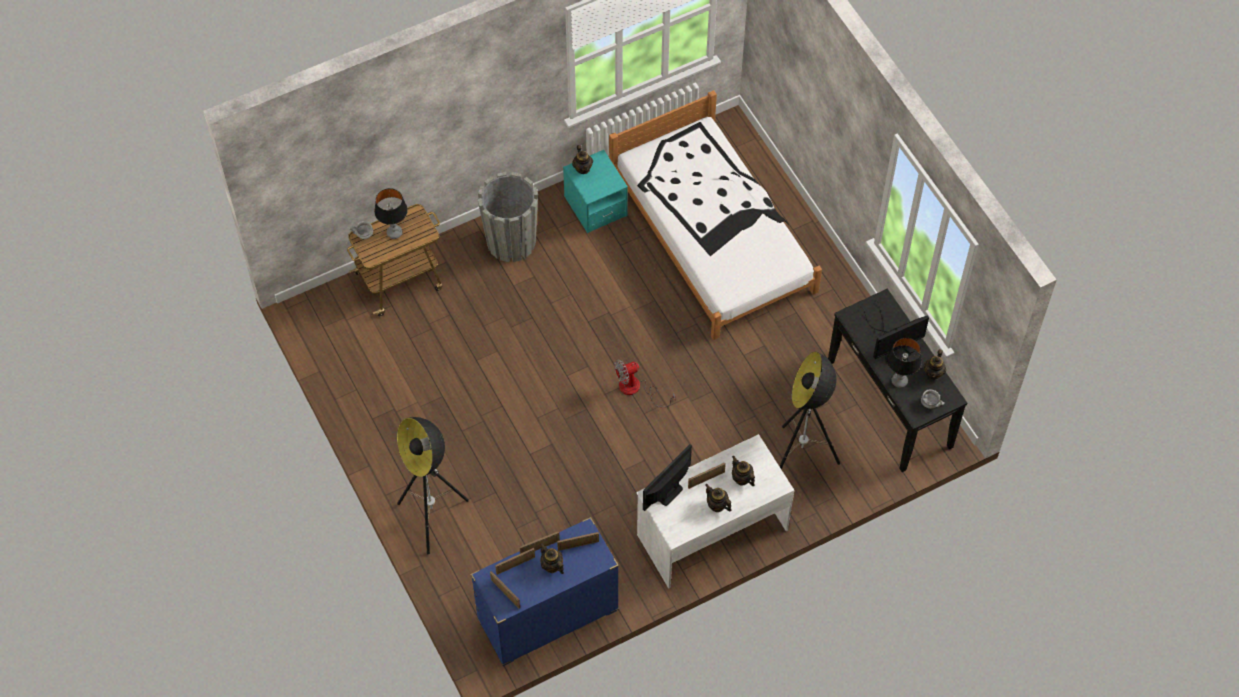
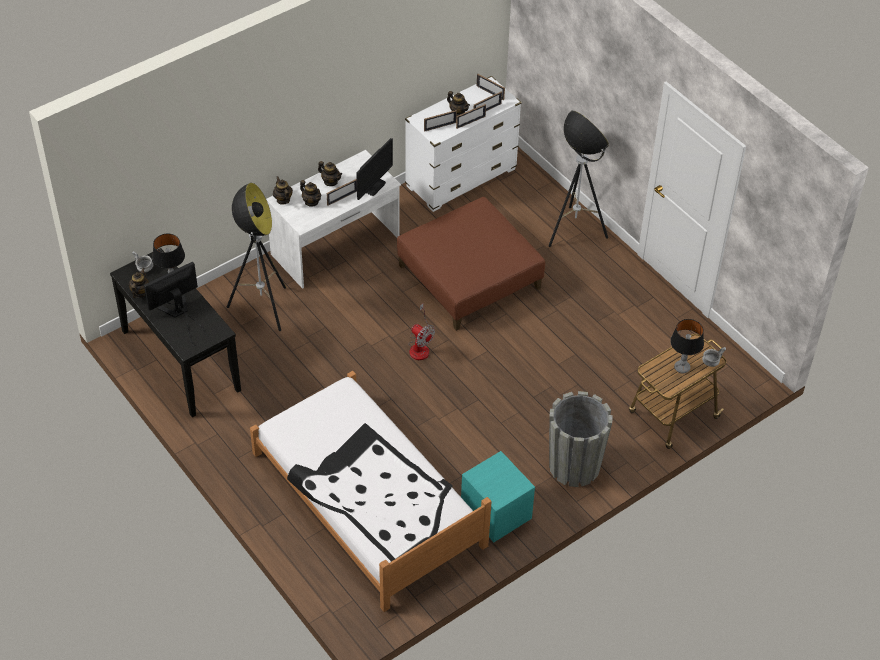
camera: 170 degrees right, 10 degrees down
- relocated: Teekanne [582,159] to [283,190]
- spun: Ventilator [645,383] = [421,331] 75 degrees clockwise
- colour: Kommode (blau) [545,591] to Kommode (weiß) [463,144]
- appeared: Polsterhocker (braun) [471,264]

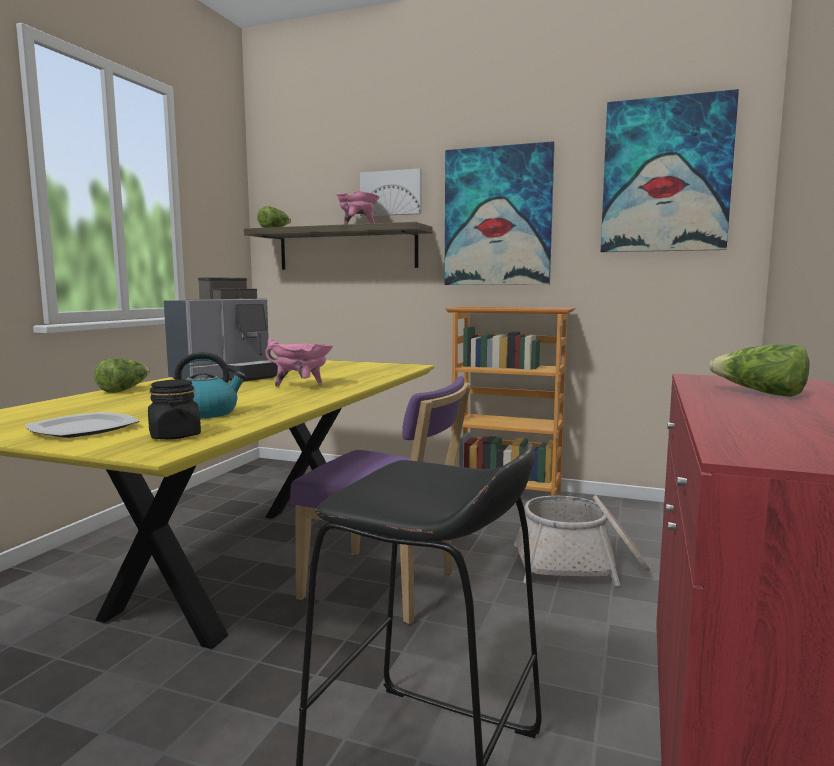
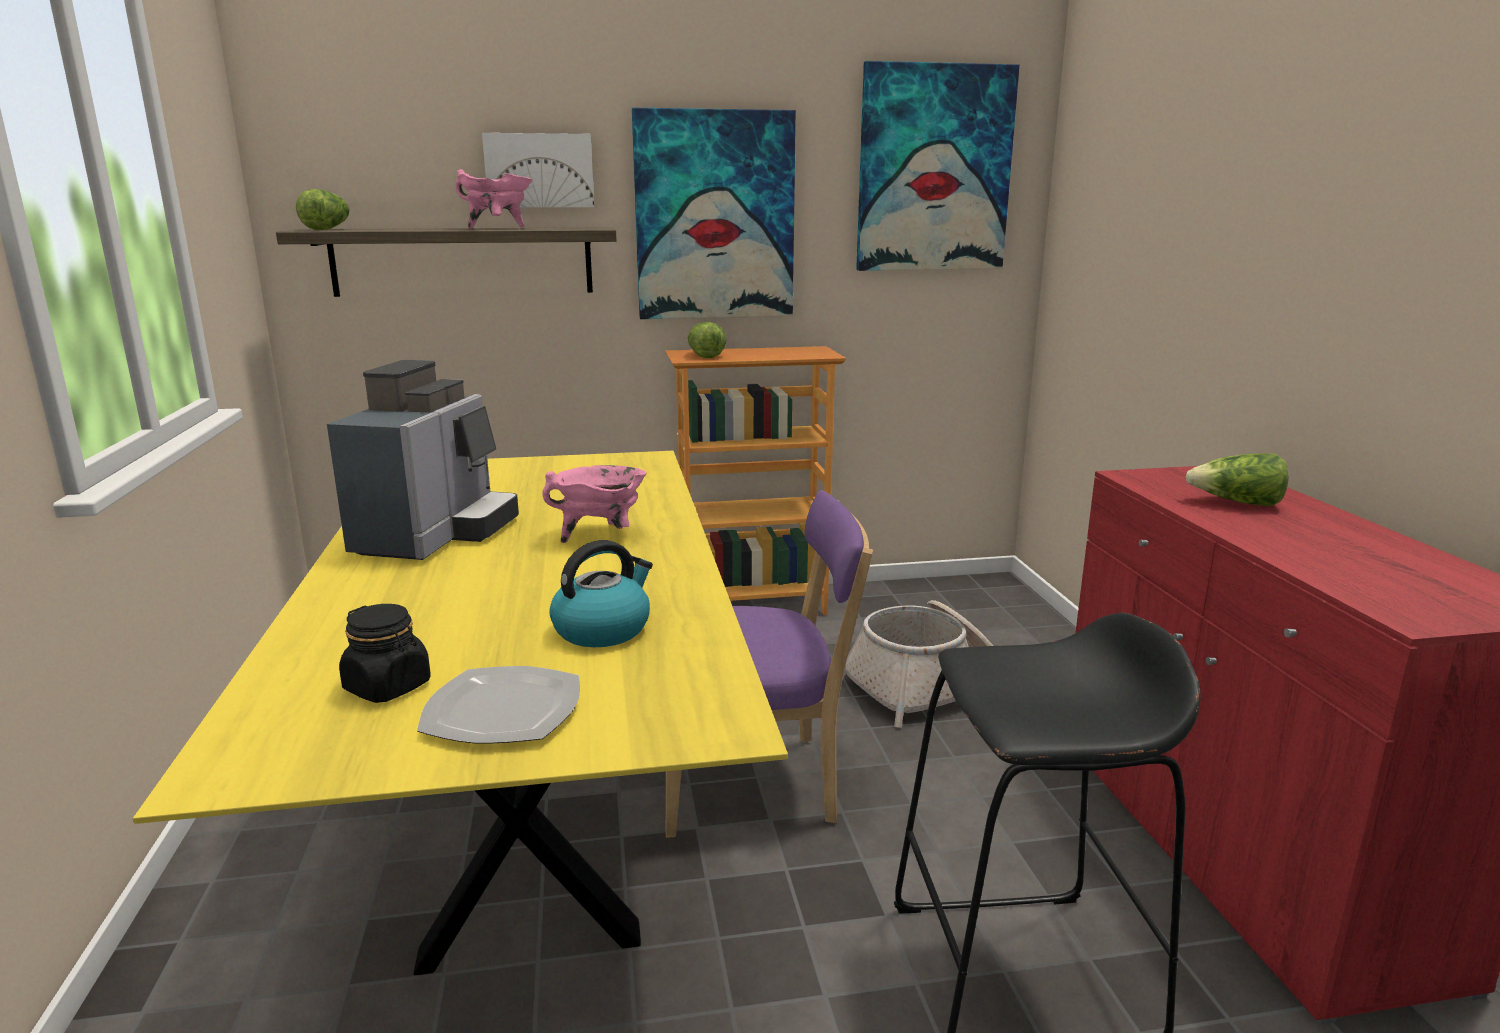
camera: 30 degrees left, 10 degrees up
- relocated: Salatkopf [122,375] to [707,340]
- relocated: Vorratsglas (schwarz) [174,409] to [385,653]

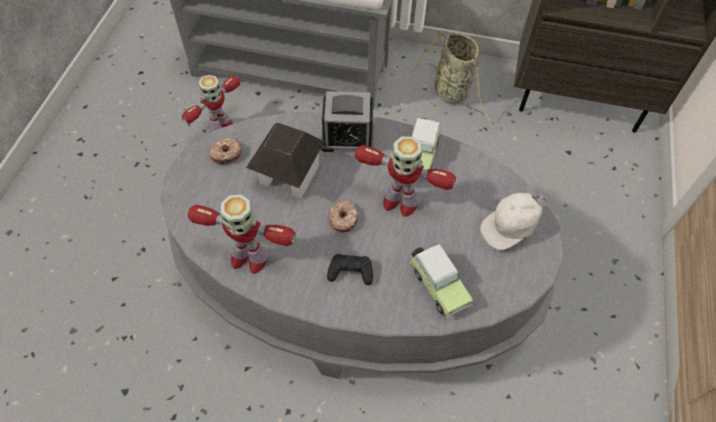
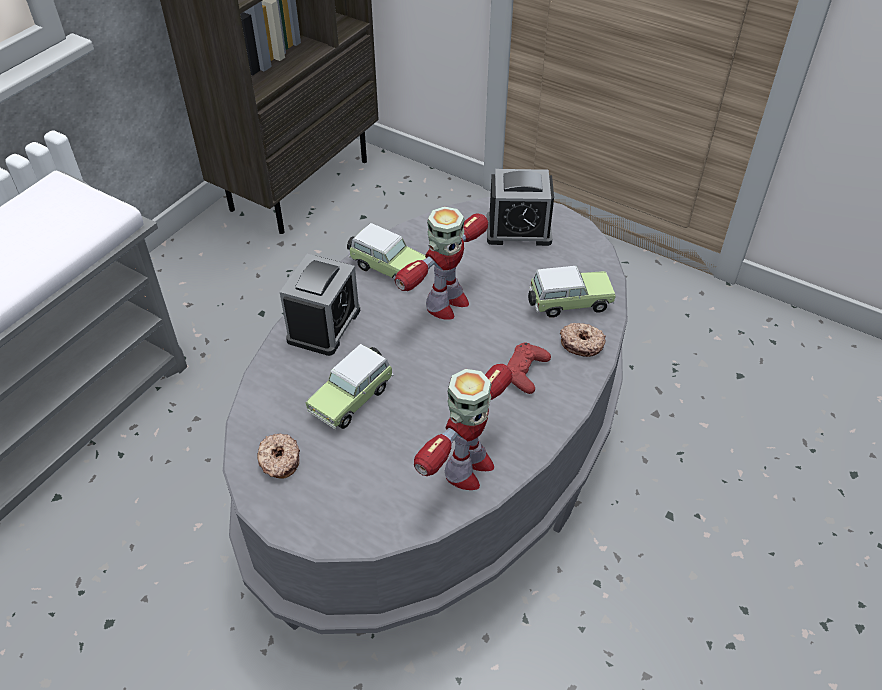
camera: 70 degrees left, 10 degrees down
- missing: Korb [453,78]
- missing: Spielzeugroboter [211,103]
- exchanged: Spielzeughaus [285,160] to Spielzeugauto [350,387]
- exchanged: Kappe (weiß) [513,220] to Wecker [520,207]
- relocated: Donut [343,215] to [583,340]
- colour: Gamepad (schwarz) [350,269] to Gamepad (rot) [529,368]

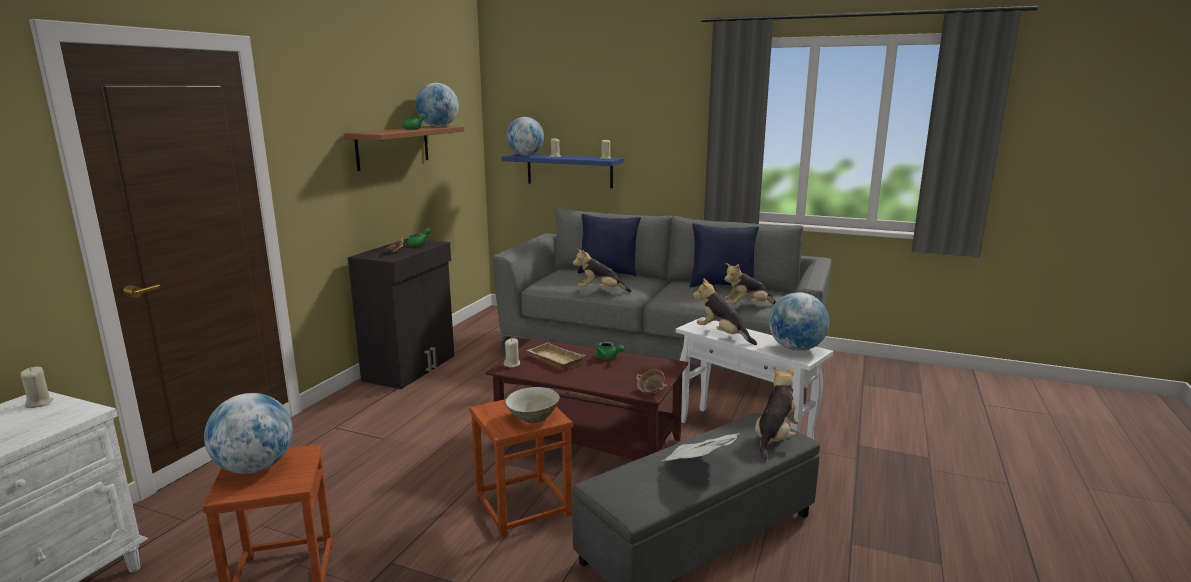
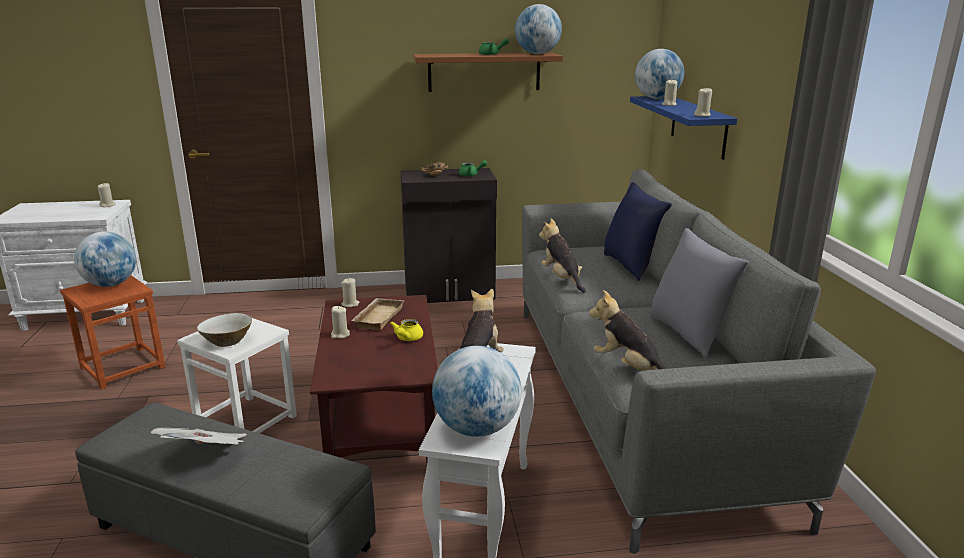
camera: 60 degrees right, 5 degrees up
- colour: Kissen (blau) [724,255] to Kissen (grau) [699,293]
- colour: Teekanne (grün) [609,350] to Teekanne (gelb) [406,330]
- missing: Plüschtier [777,414]
- missing: Schüssel [651,381]
- colour: Hocker (braun) [521,468] to Hocker (weiß) [237,375]
- appeared: Kerze (beige) [340,322]

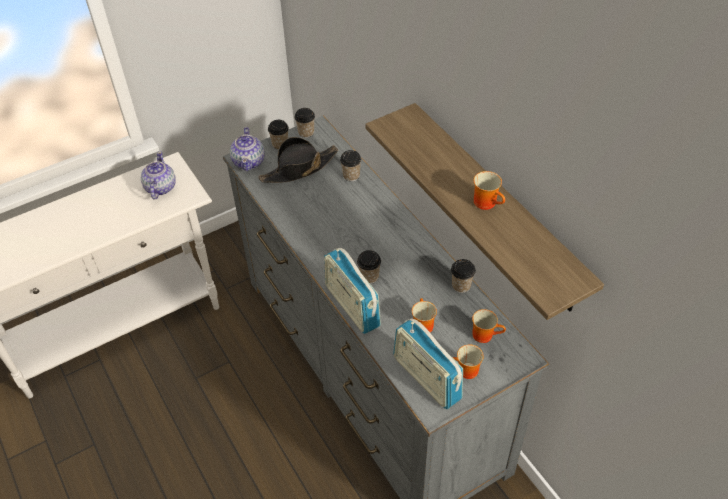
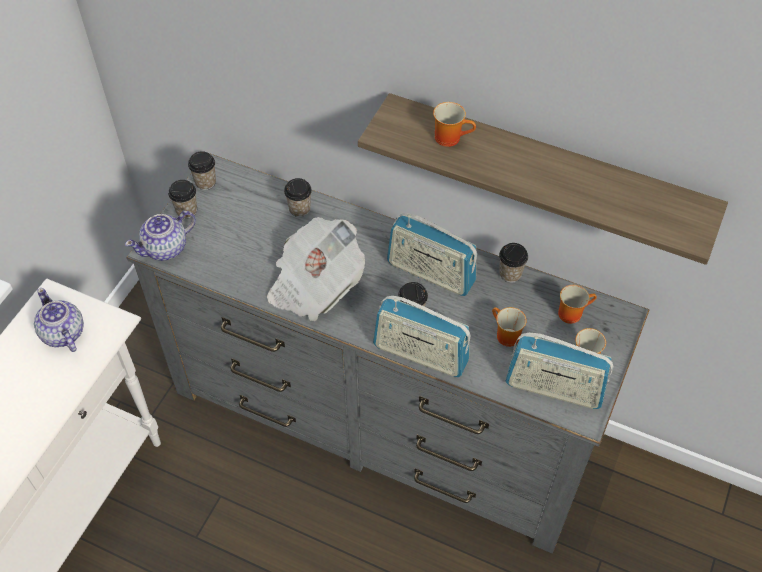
camera: 35 degrees left, 5 degrees up
- spun: Teekanne [247,149] = [160,236] 90 degrees clockwise
- missing: Hut (schwarz) [298,160]
- relocated: Henkelbecher [489,190] to [454,124]
- appeared: Radio [432,254]
- appeared: Zeitung [316,269]

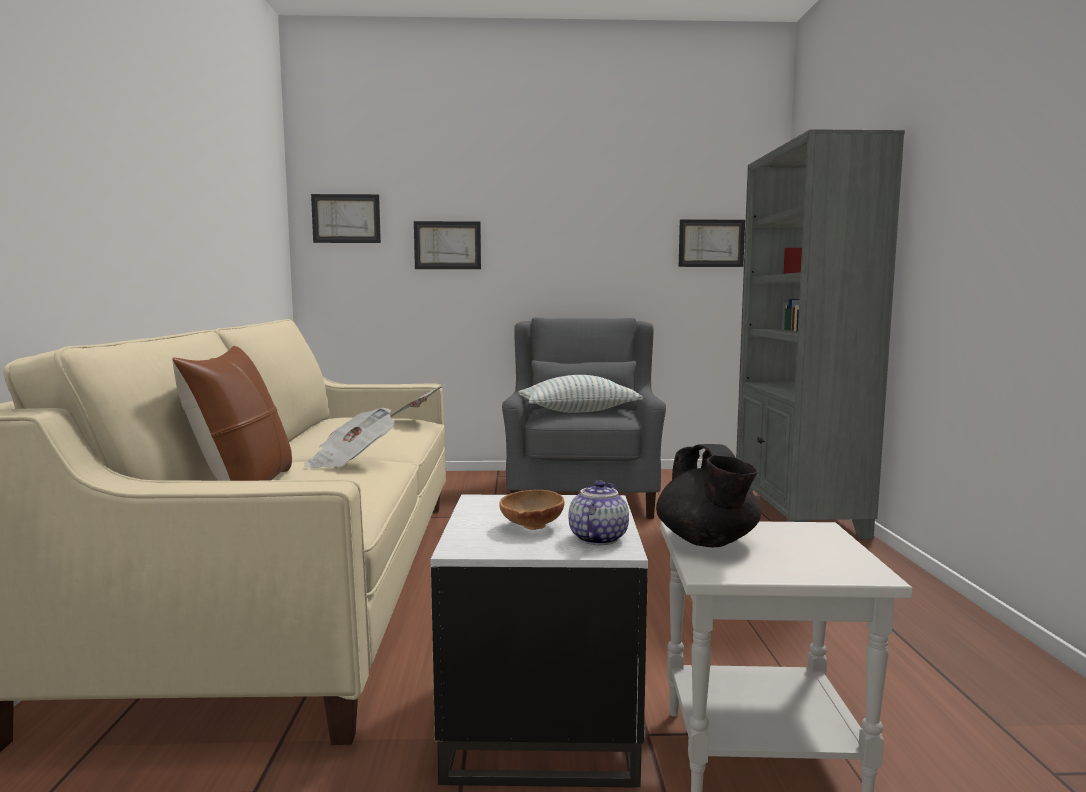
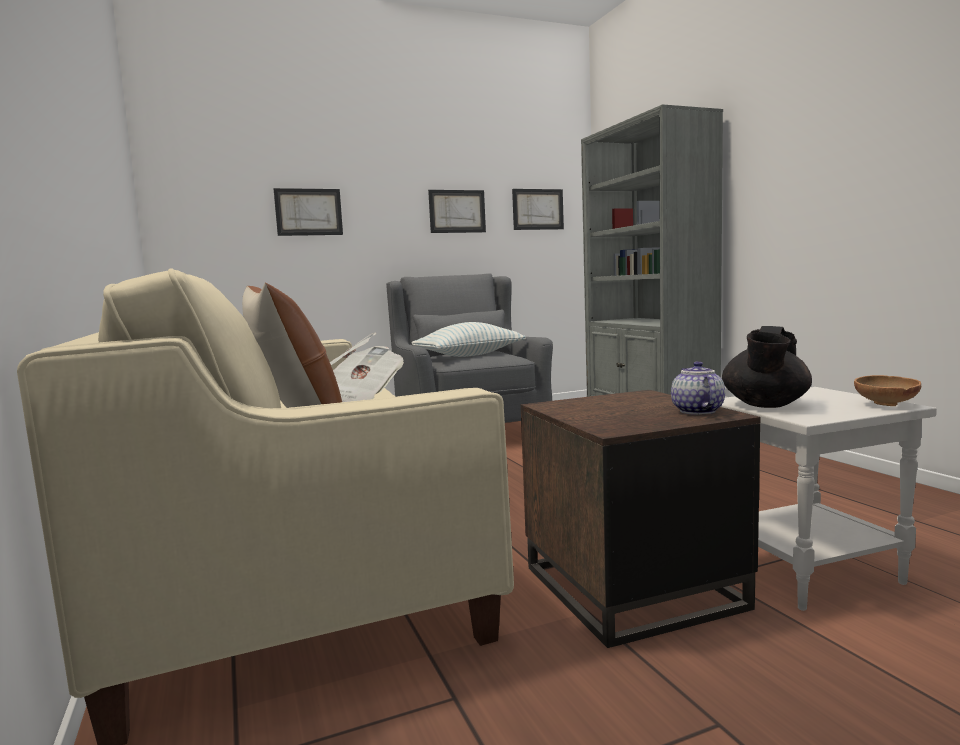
camera: 20 degrees left, 0 degrees up
- relocated: Bild [346,218] to [457,211]
- spun: Teekanne (schwarz) [708,495] = [767,367] 60 degrees clockwise
- relocated: Schüssel (braun) [532,510] to [887,390]
- colour: Beistelltisch (weiß) [539,641] to Beistelltisch (braun) [641,519]

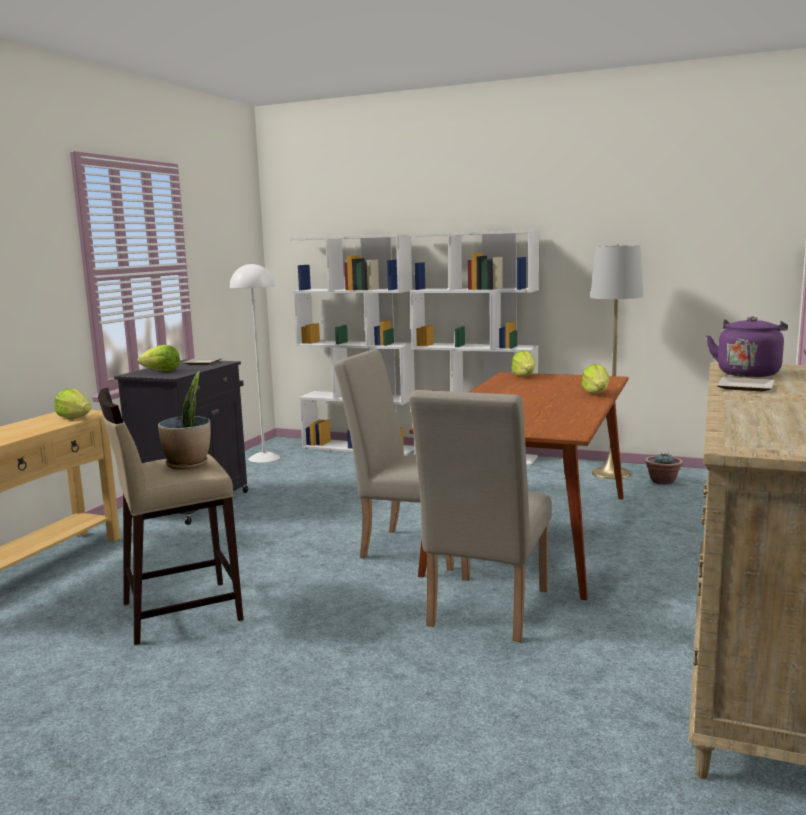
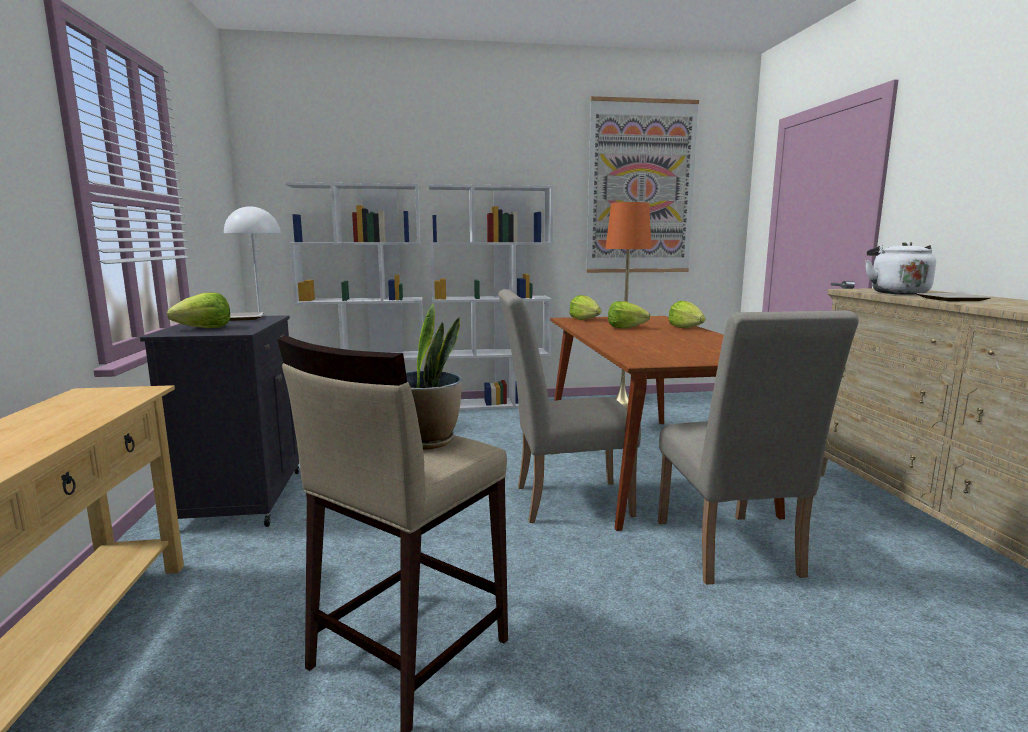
camera: 30 degrees left, 0 degrees up
- colour: Stehlampe (grau) [616,361] to Stehlampe (orange) [628,305]
- colour: Wasserkessel (lila) [747,346] to Wasserkessel (weiß) [900,268]
- relocated: Salatkopf [72,403] to [629,315]
- missing: Topfpflanze [663,469]
- appeared: Bild [642,184]

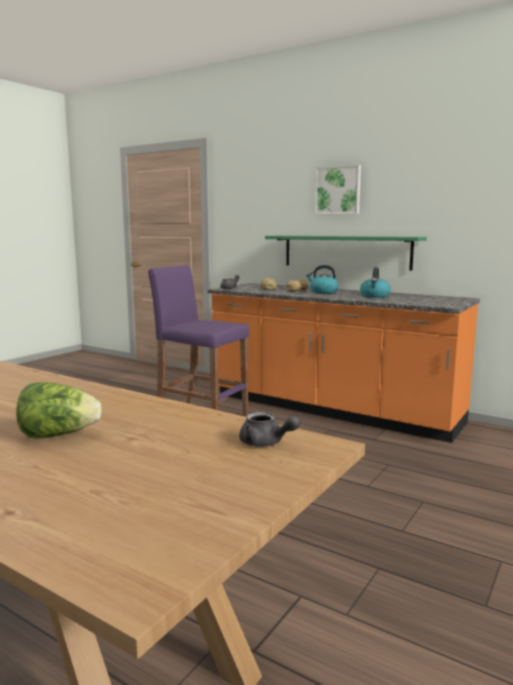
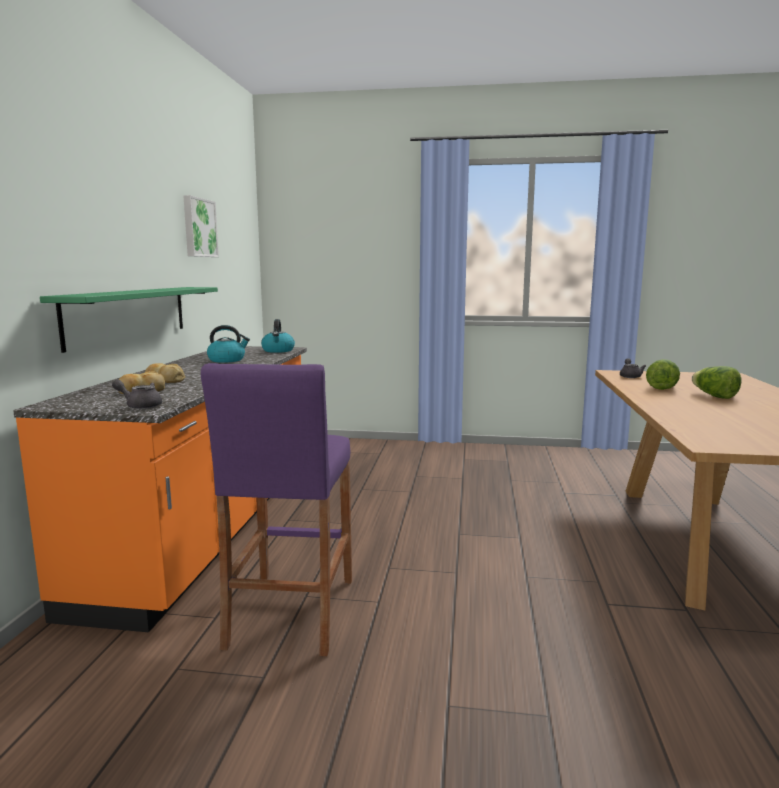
camera: 115 degrees left, 0 degrees up
- relocated: Bild [338,189] to [201,226]
- relocated: Wasserkessel [323,279] to [278,336]
- appeared: Salatkopf [663,374]

